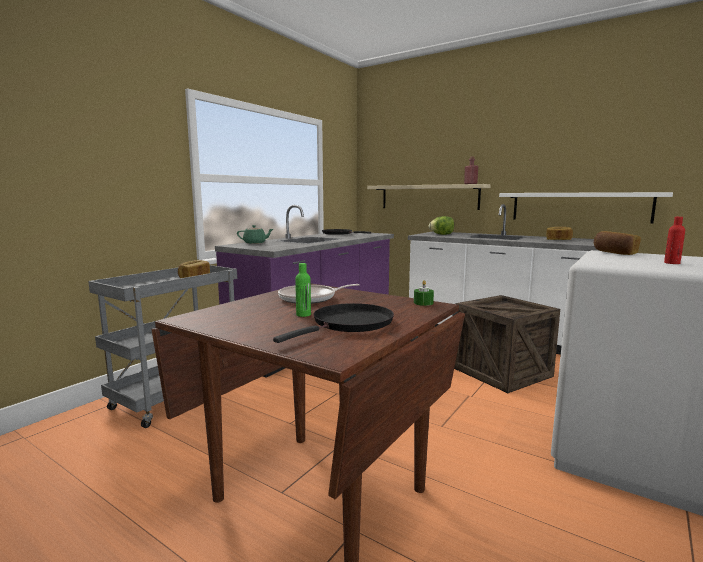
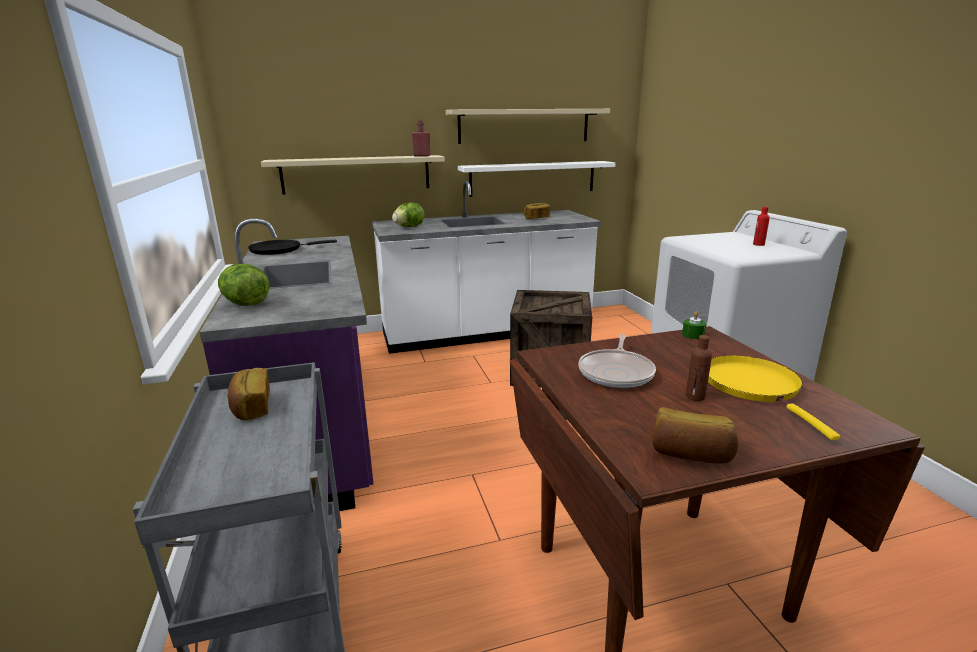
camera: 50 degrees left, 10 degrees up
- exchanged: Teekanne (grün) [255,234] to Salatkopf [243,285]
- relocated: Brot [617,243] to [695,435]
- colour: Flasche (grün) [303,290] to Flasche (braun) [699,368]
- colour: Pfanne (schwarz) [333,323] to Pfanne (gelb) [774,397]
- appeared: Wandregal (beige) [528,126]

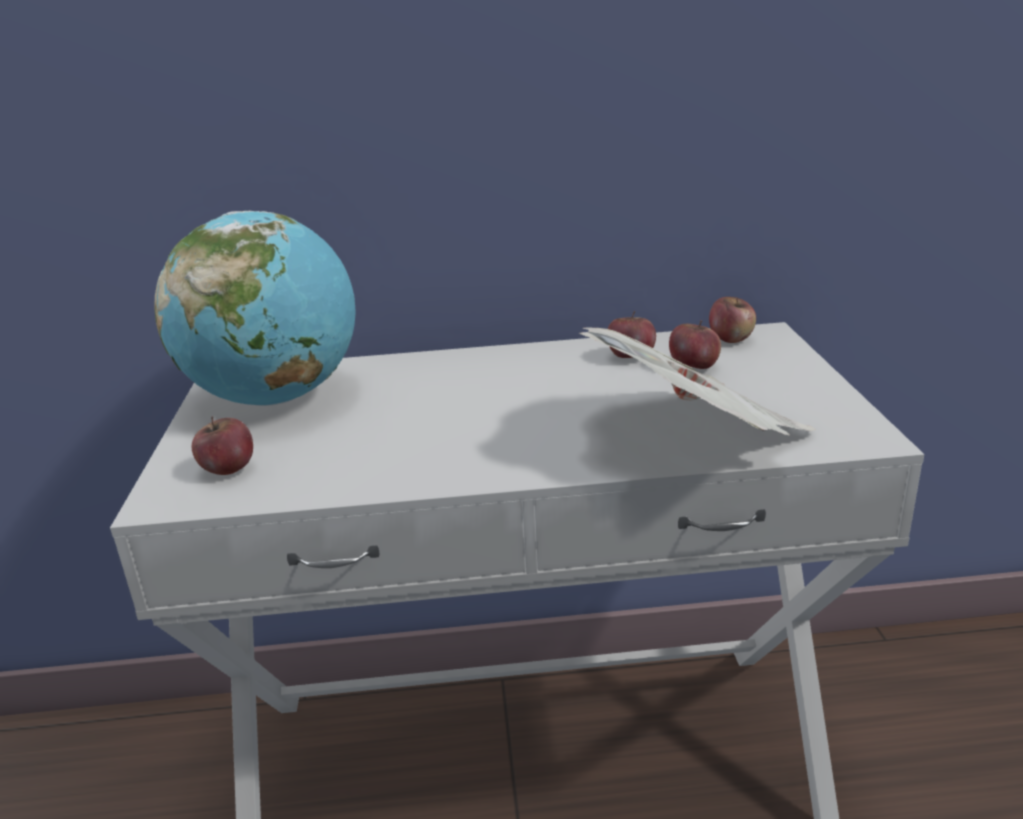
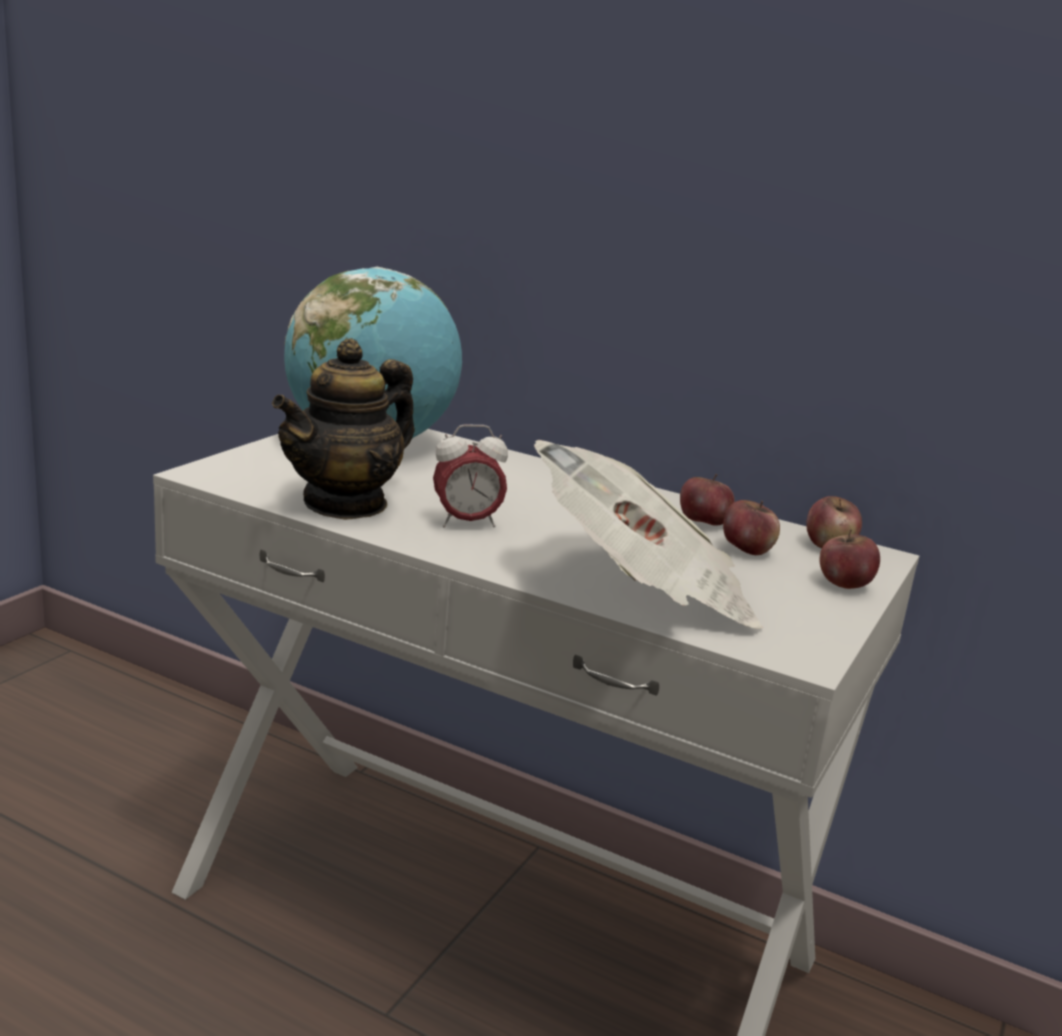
camera: 30 degrees right, 5 degrees down
- relocated: Apfel [222,446] to [850,559]
- appeared: Teekanne [343,429]
- appeared: Wecker [470,476]

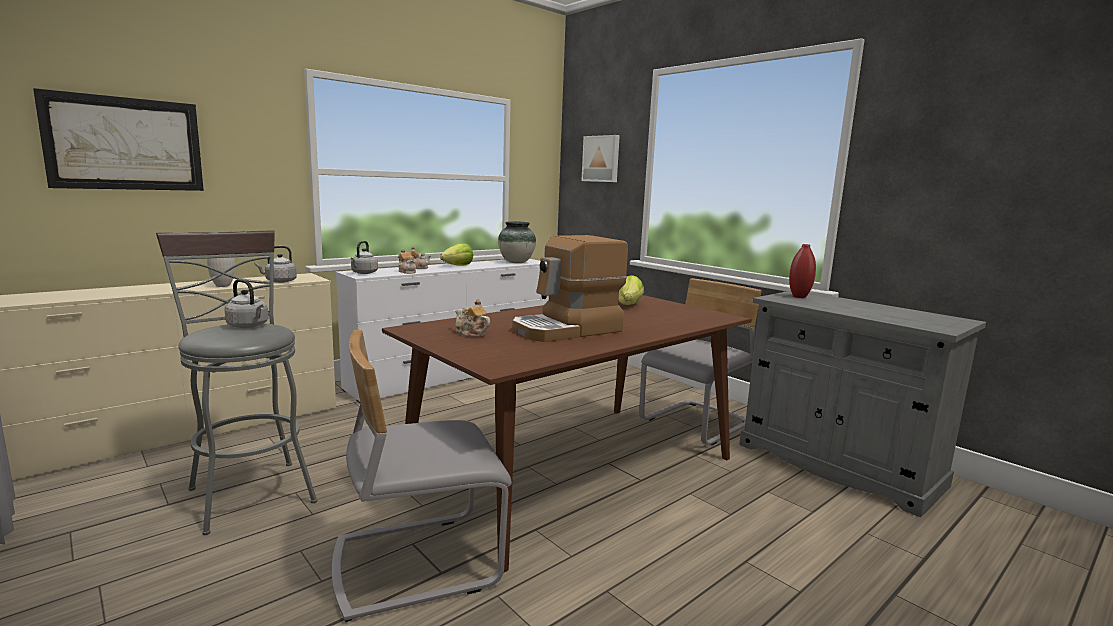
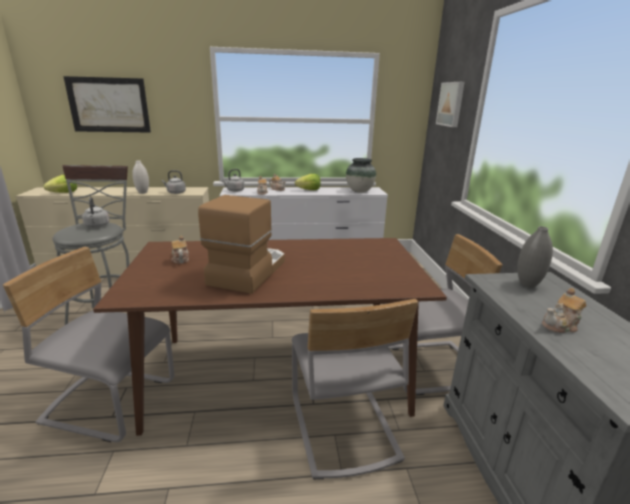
camera: 35 degrees right, 10 degrees up
- spun: Kaffeemaschine [570,288] = [241,244] 105 degrees clockwise
- colour: Vase (rot) [802,271] to Vase (grau) [535,257]
- relocated: Salatkopf [631,290] to [60,184]
- appeared: Teekanne [564,310]
- appeared: Stuhl (grau) [355,389]

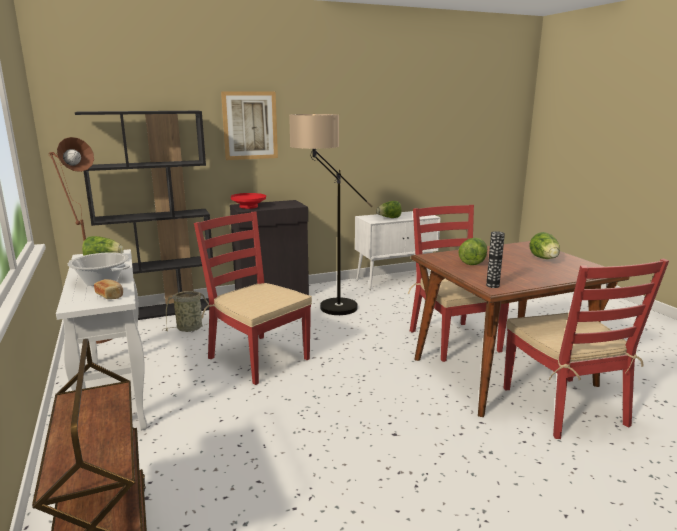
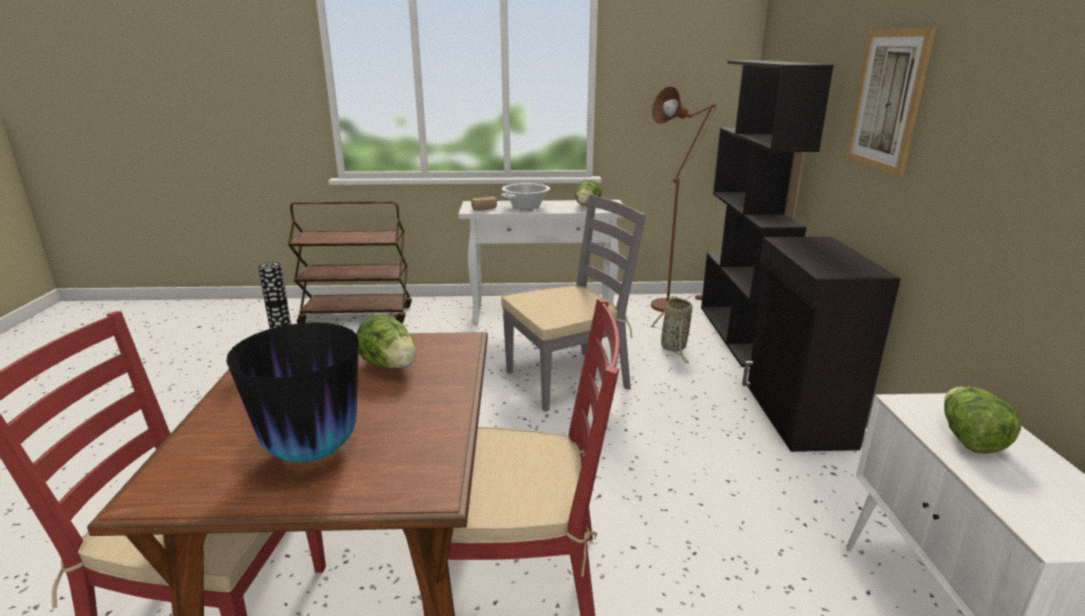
camera: 110 degrees right, 5 degrees up
- missing: Stehlampe [331,214]
- missing: Schüssel (rot) [248,201]
- colour: Stuhl (rot) [253,298] to Stuhl (grau) [573,303]
- exchanged: Salatkopf [545,245] to Vase [292,392]

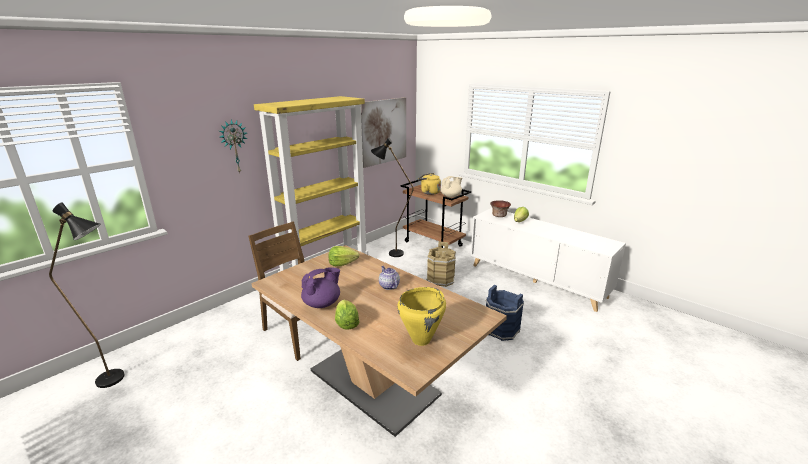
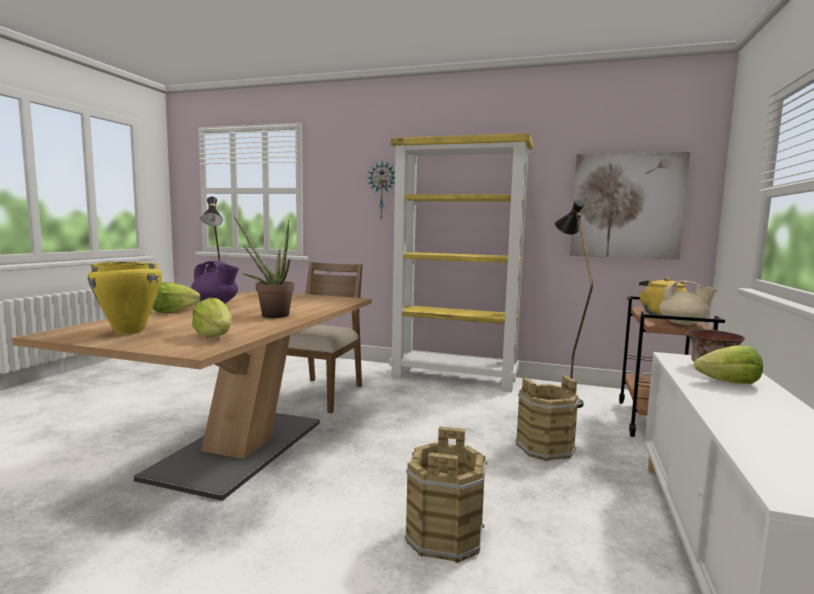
camera: 65 degrees right, 15 degrees down
- relocated: Salatkopf [344,256] to [212,317]
- exchanged: Teekanne [389,278] to Topfpflanze [264,267]
- colour: Eimer (blau) [505,313] to Eimer (braun) [446,494]

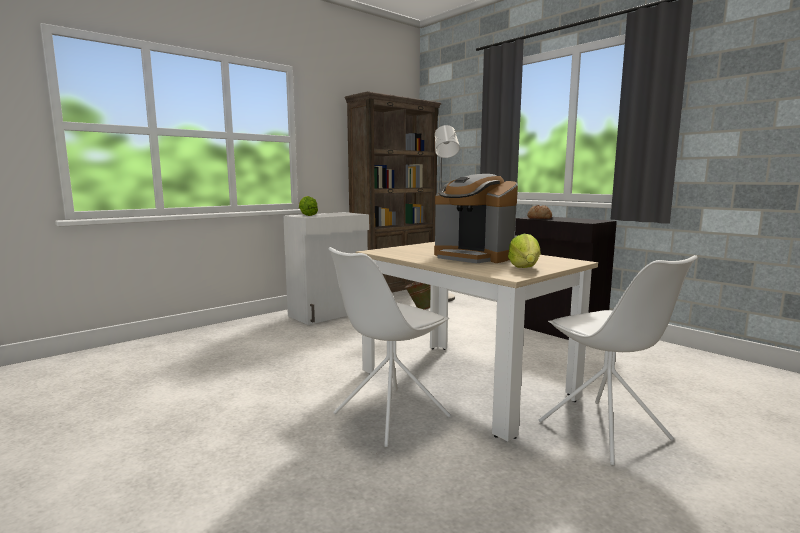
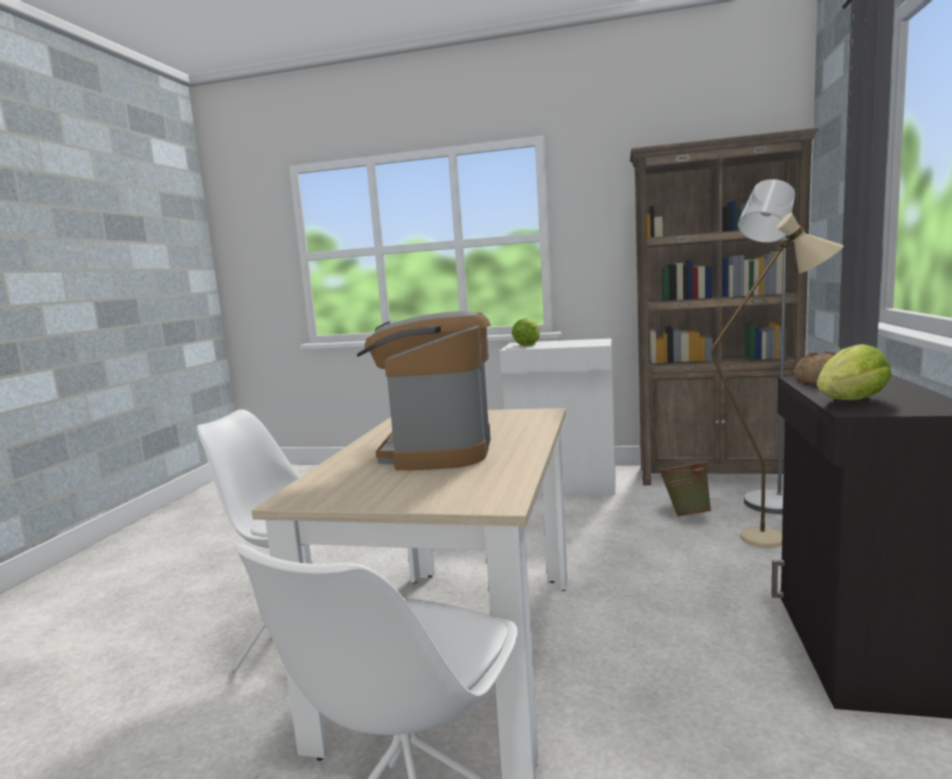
camera: 55 degrees right, 0 degrees up
- relocated: Salatkopf [524,251] to [854,372]
- appeared: Stehlampe (beige) [777,380]

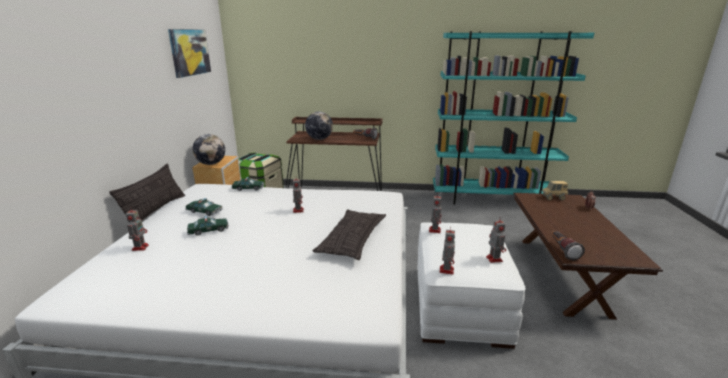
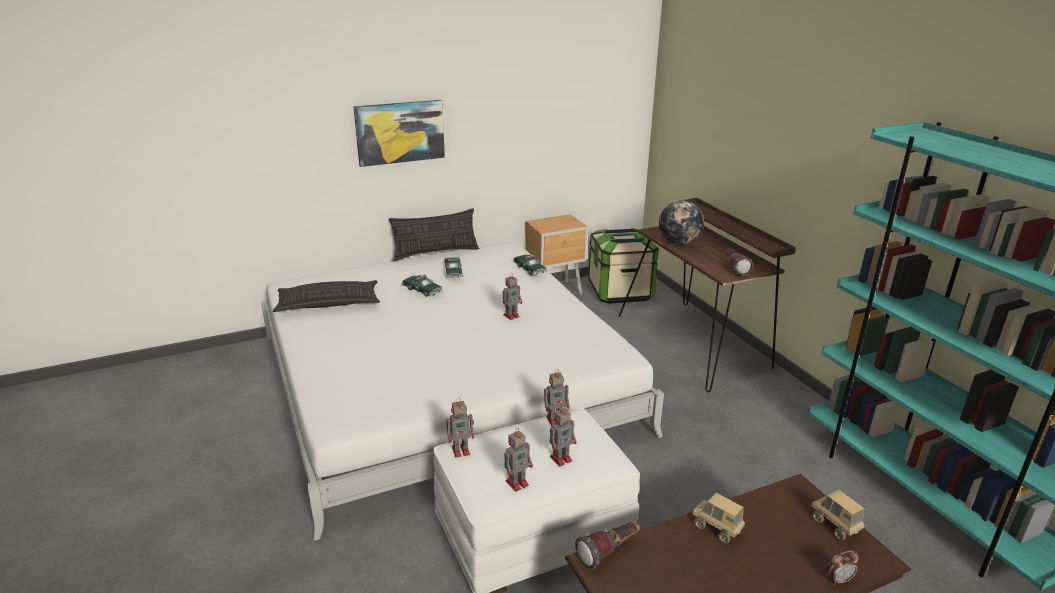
camera: 60 degrees right, 5 degrees up
- relocated: Bild [189,53] to [399,133]
- missing: Globus [209,149]
- relocated: Spielzeugroboter [137,229] to [563,435]
- relocated: Kissen [349,235] to [326,296]
- appeared: Spielzeuglaster [718,518]

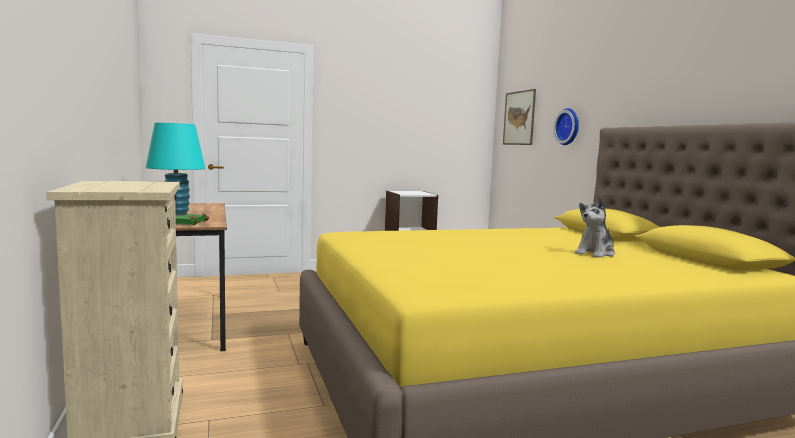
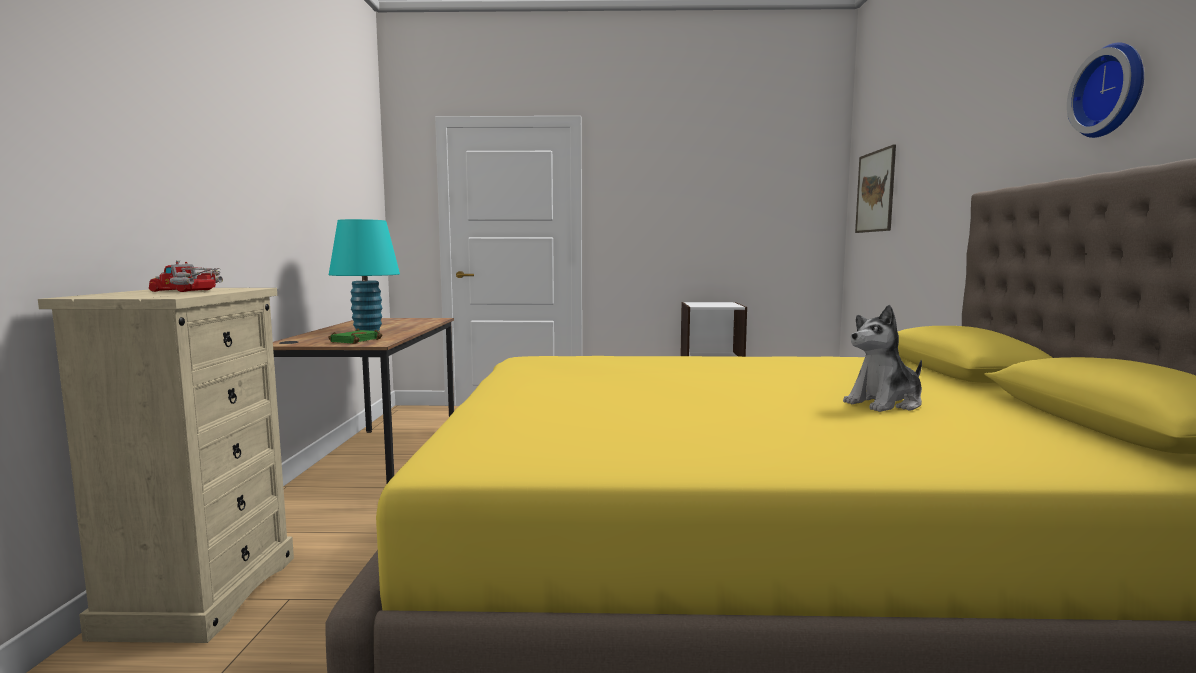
camera: 20 degrees right, 0 degrees up
- relocated: Wanduhr [566,126] to [1105,90]
- appeared: Spielzeuglaster [186,276]

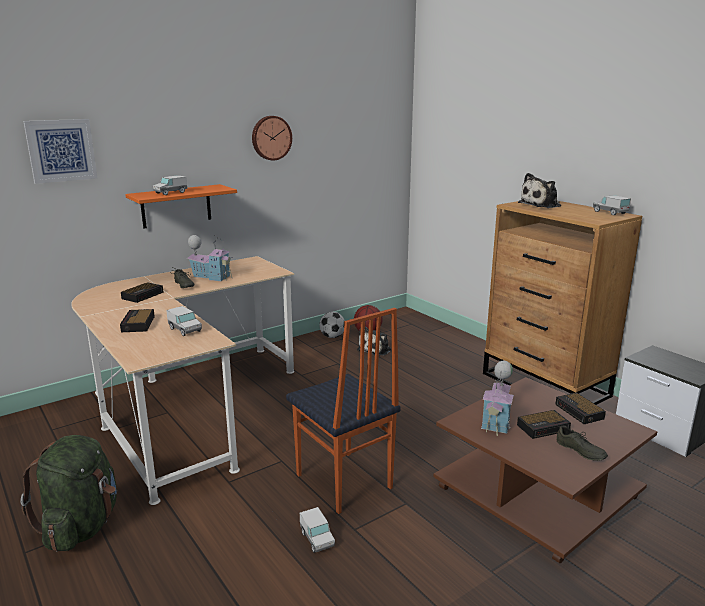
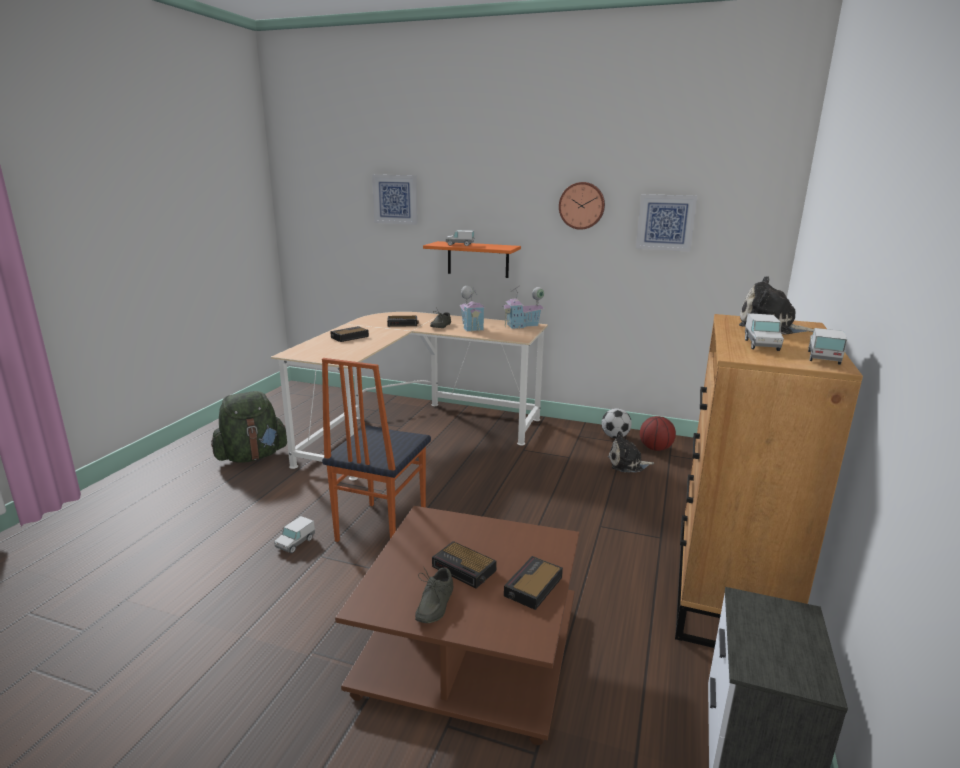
camera: 55 degrees right, 0 degrees up
- relocated: Spielzeuglaster [184,321] to [764,332]
- relocated: Spielzeughaus [497,398] to [523,307]
- appeared: Bild [666,223]

